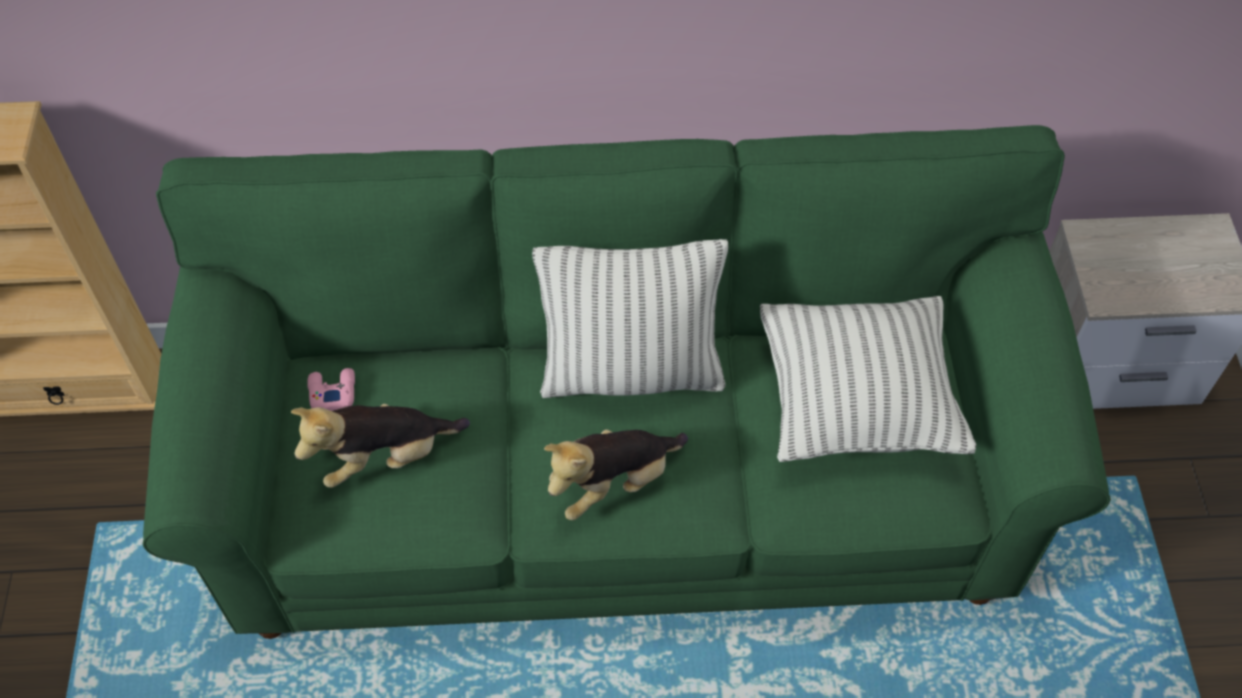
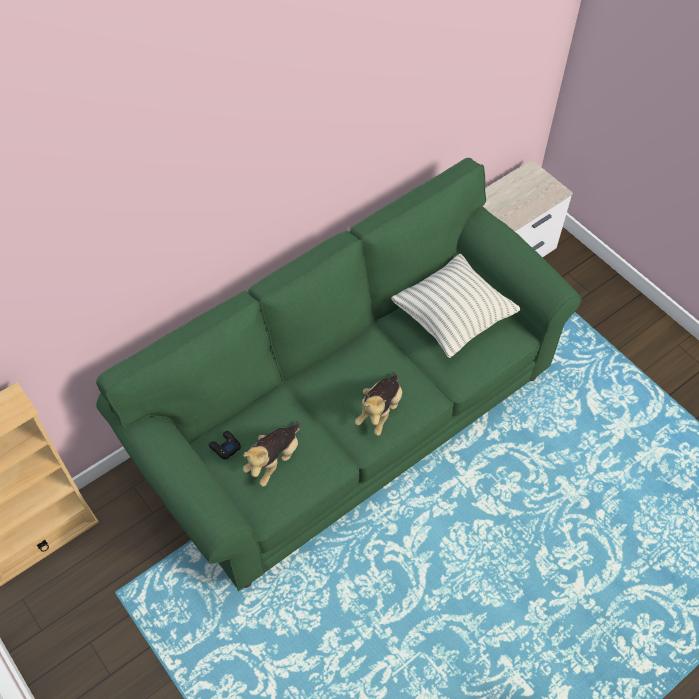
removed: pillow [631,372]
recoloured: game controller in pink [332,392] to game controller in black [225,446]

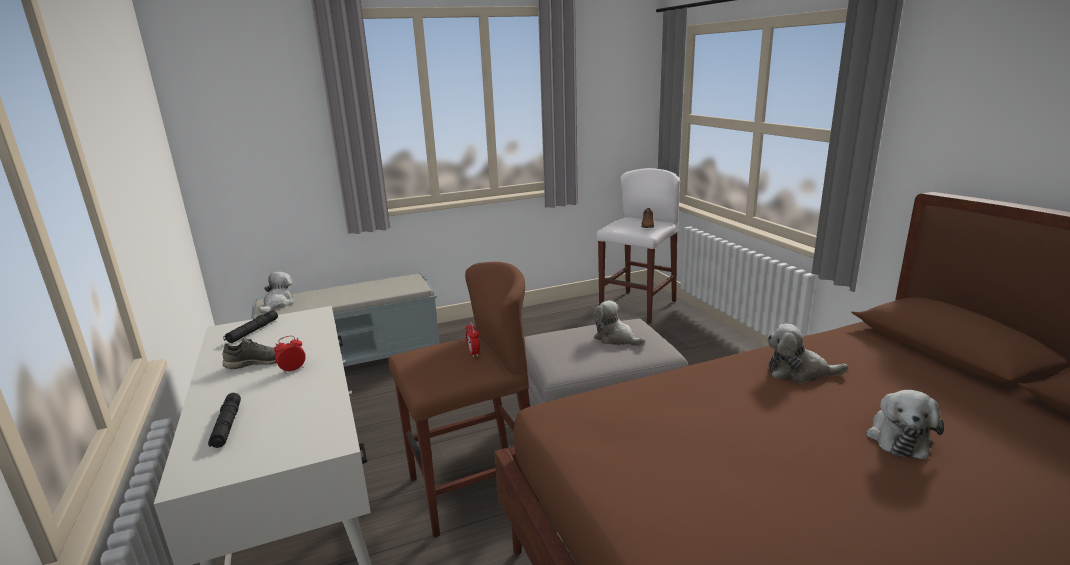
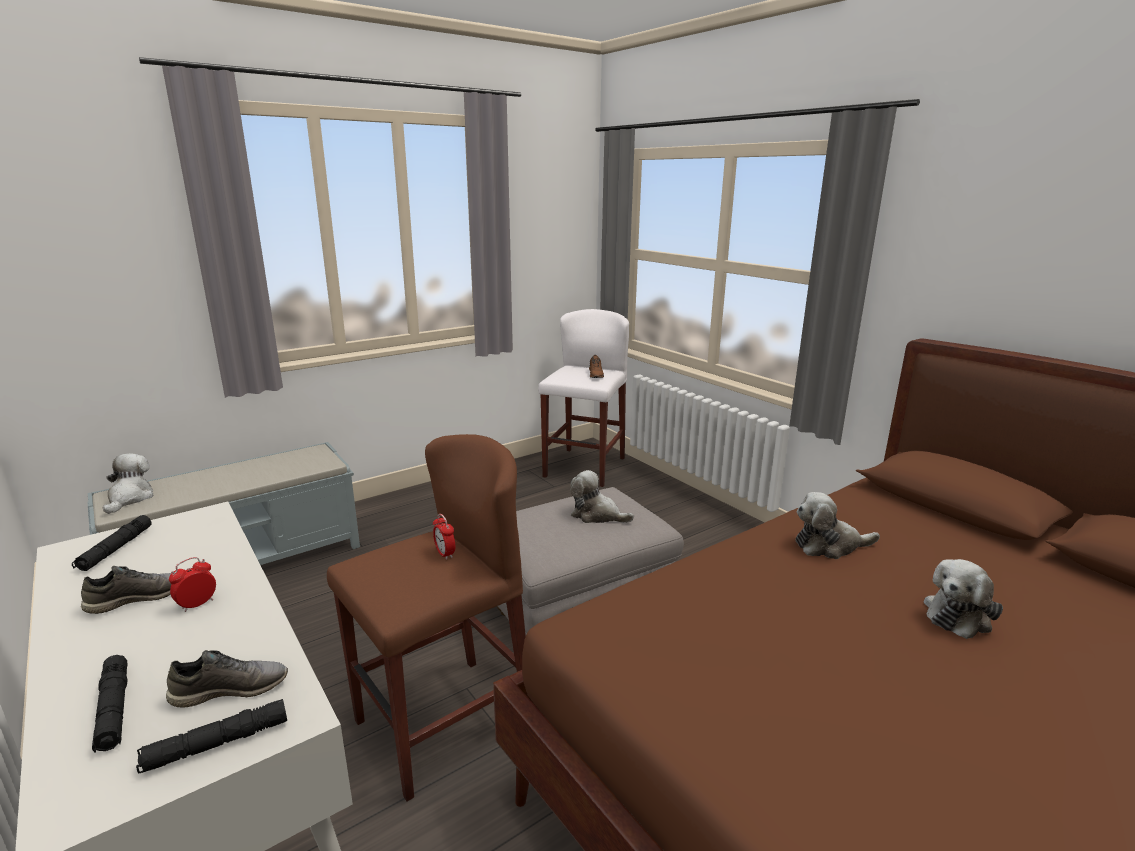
added: flashlight in black [217,744]; shoe in grey [231,689]
turned: plush toy [898,437] = [959,614] 45 degrees clockwise

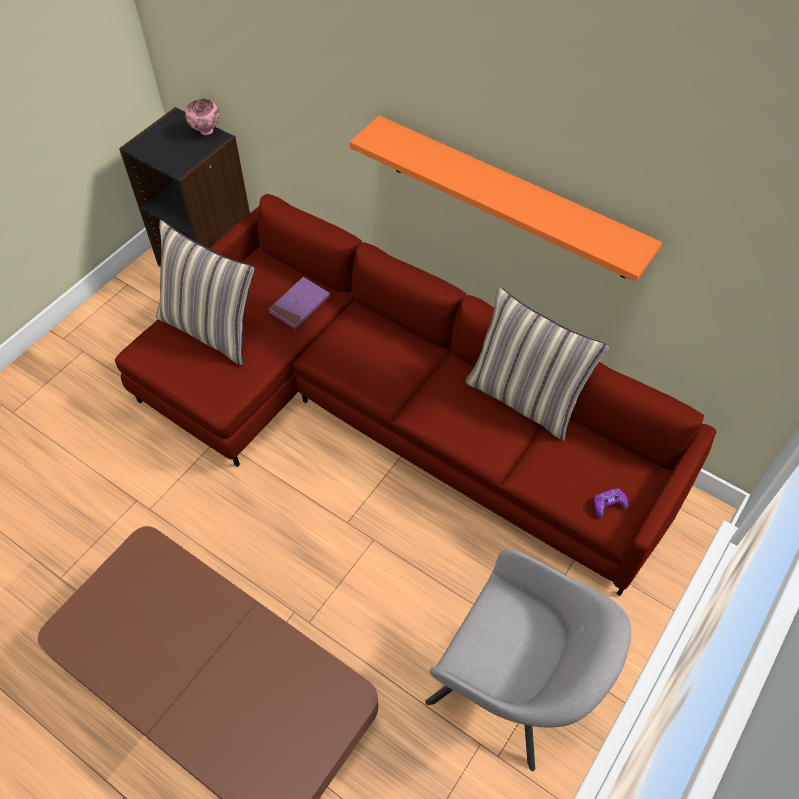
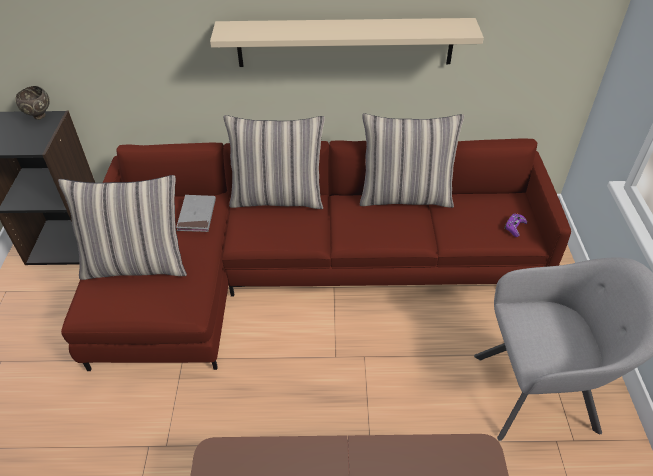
added: pillow [278,197]
recoloured: bowl in pink [206,132] to bowl in brown [39,117]; book in purple [299,305] to book in grey [197,215]; shelf in orange [508,198] to shelf in beige [345,42]

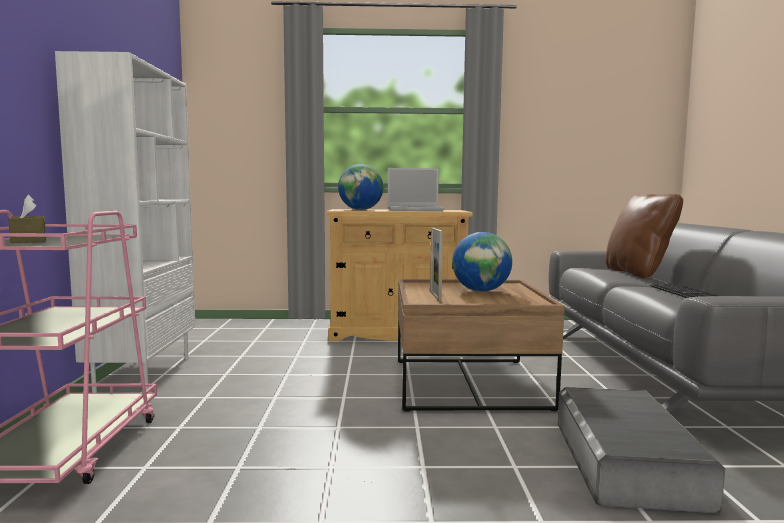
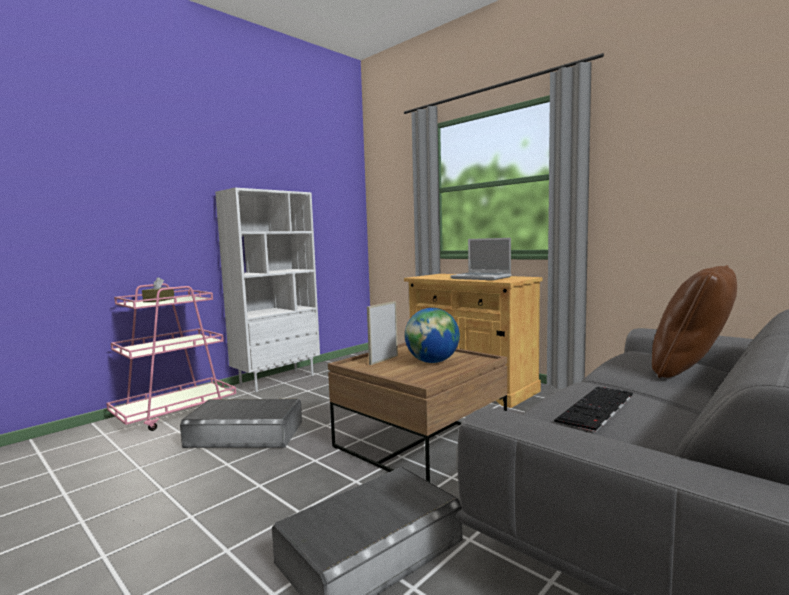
removed: globe [360,210]
added: storage box in grey [245,434]

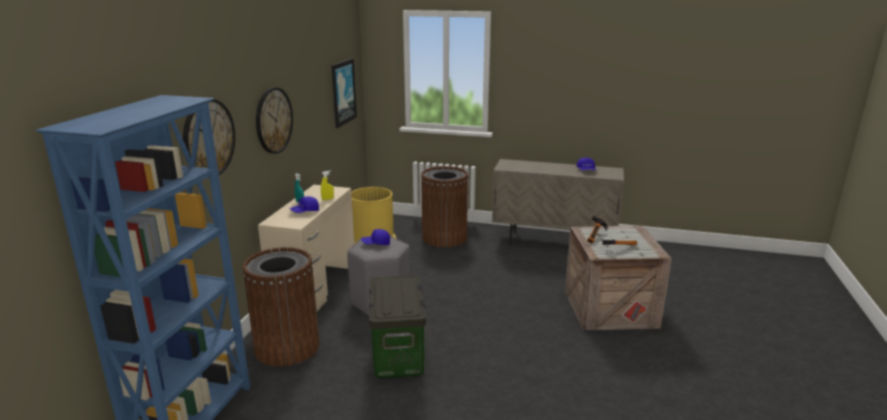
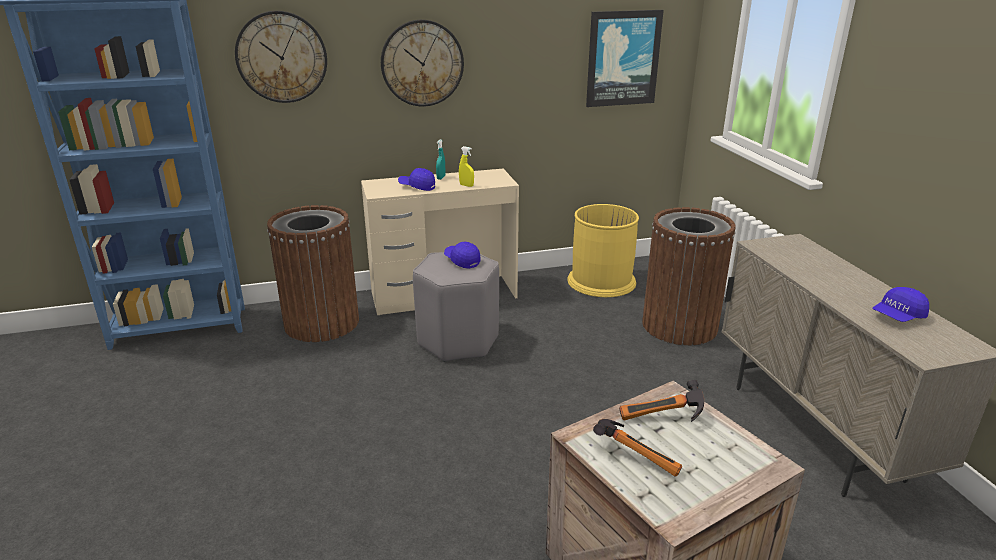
removed: storage box [398,356]

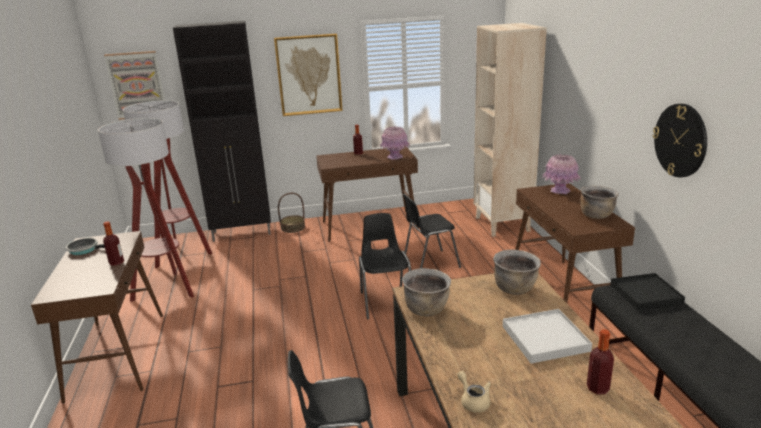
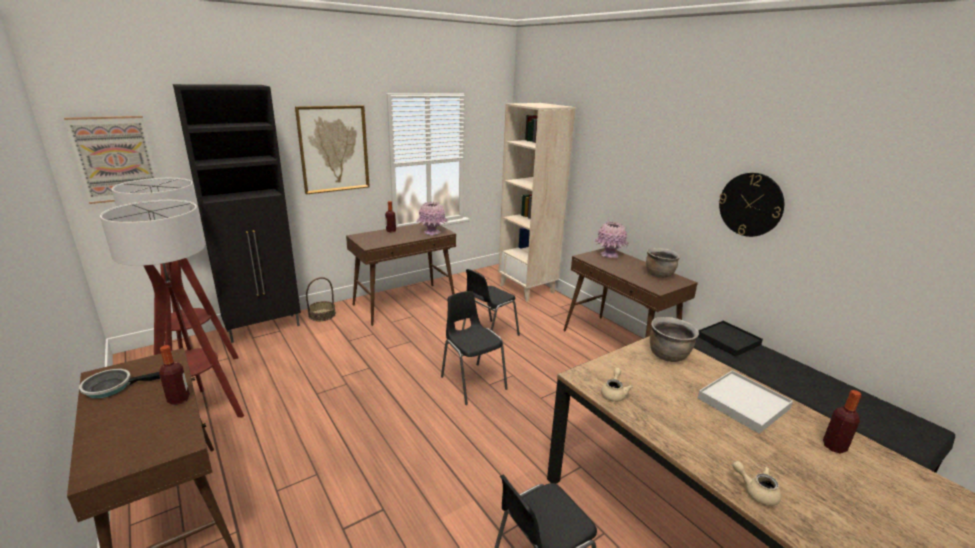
replaced: cooking pot in brown [426,309] to teapot in beige [614,393]

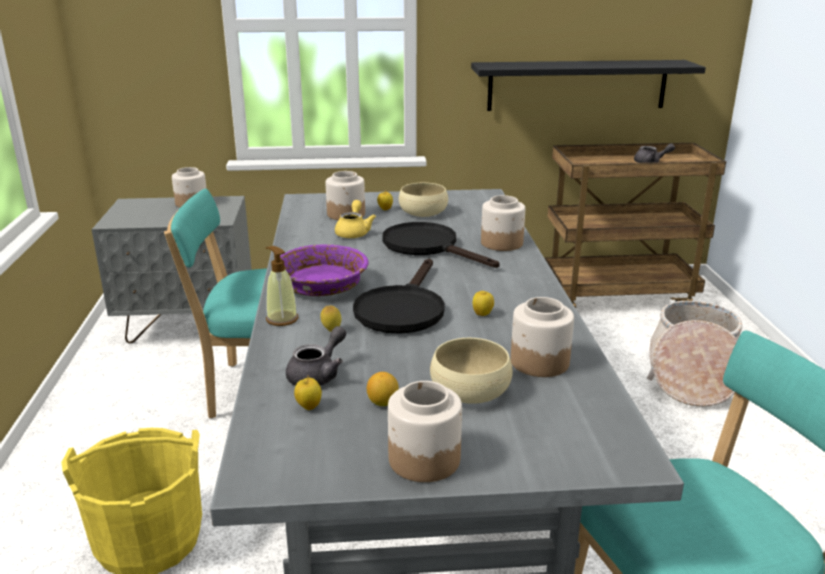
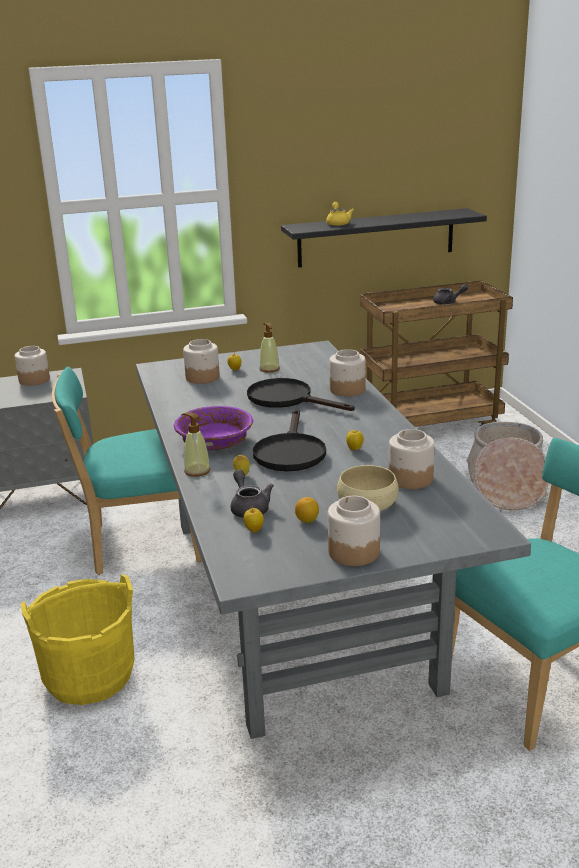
moved: teapot in yellow [354,232] to [338,223]
replaced: bowl in beige [423,212] to soap dispenser [269,369]
turned: teapot in grey [318,375] = [249,508] 45 degrees counterclockwise

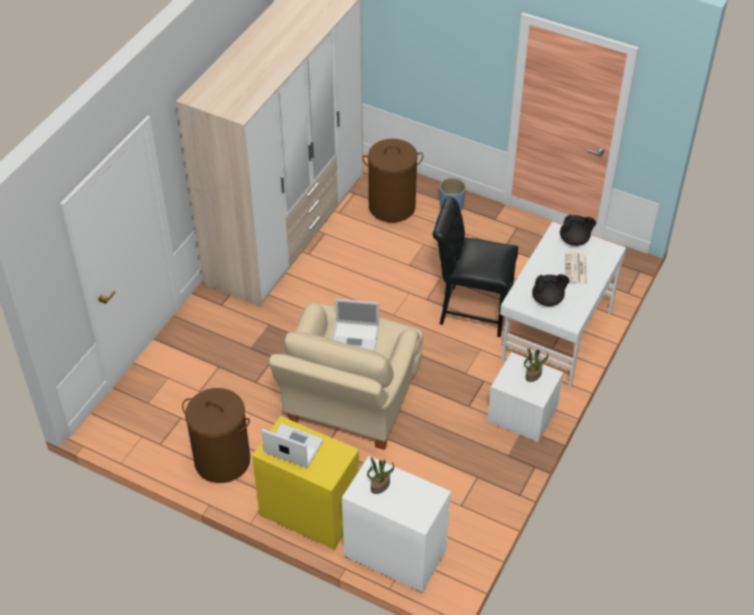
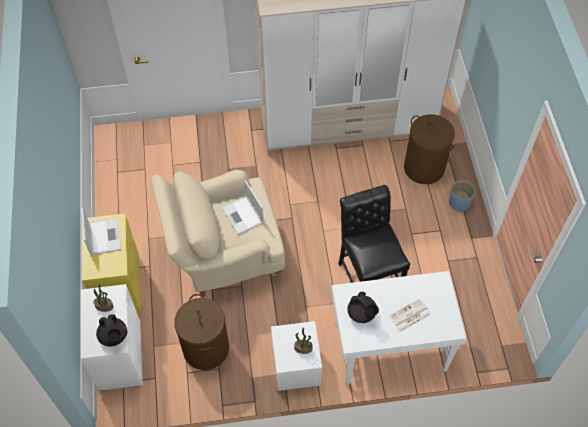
moved: laundry basket in brown [222,460] to [206,348]; teapot in black [575,240] to [114,336]

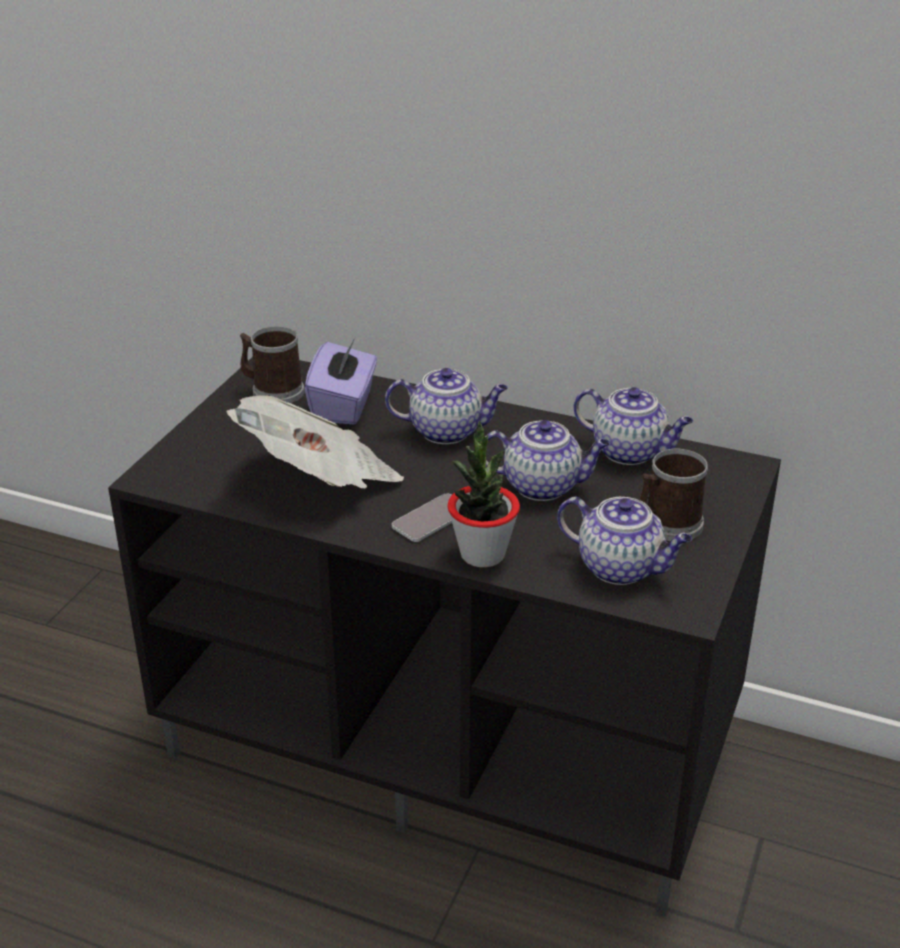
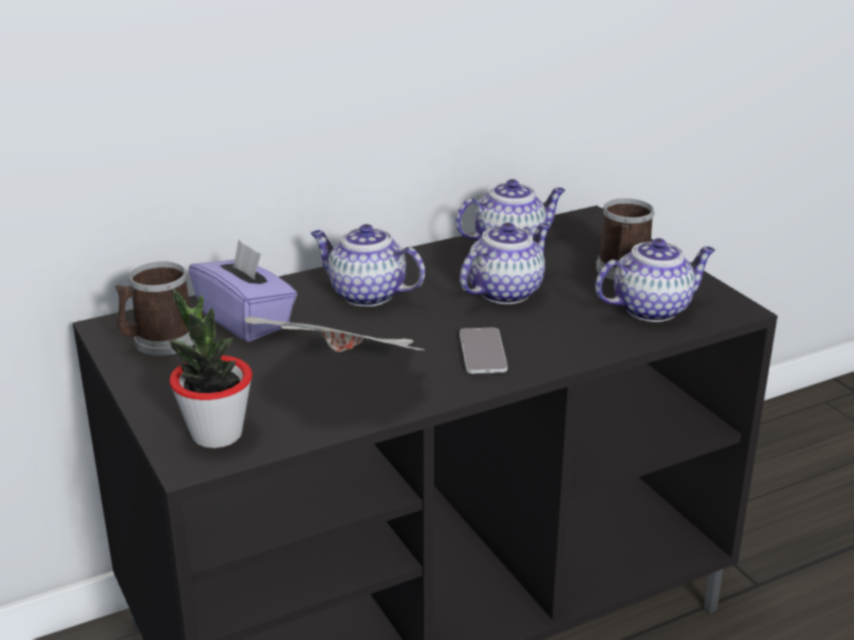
moved: potted plant [482,554] to [216,434]
turned: teapot [447,431] = [365,294] 105 degrees counterclockwise

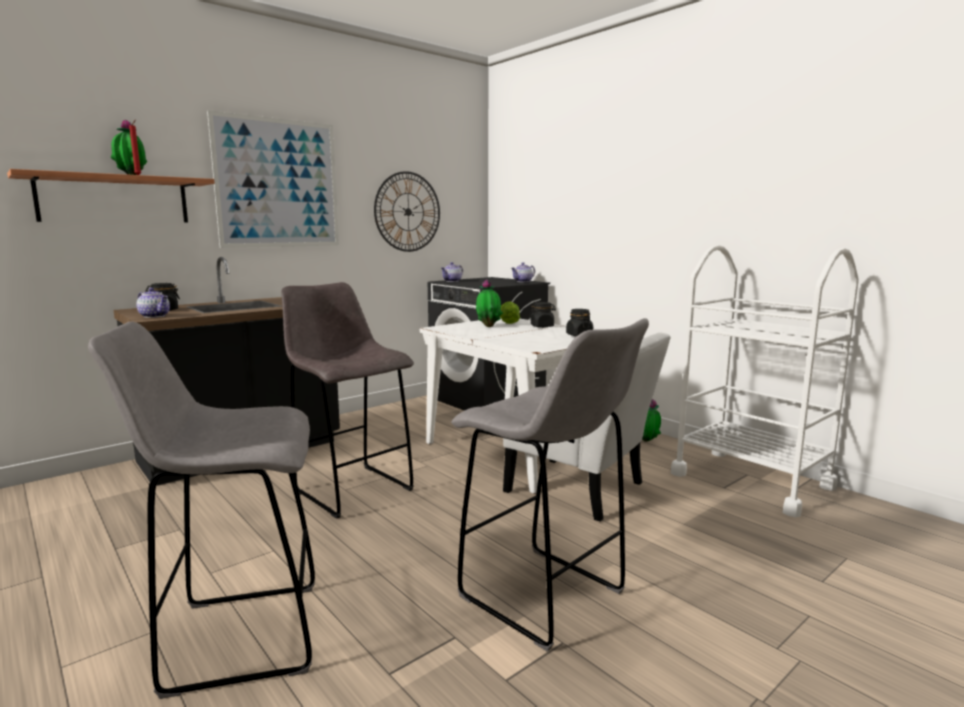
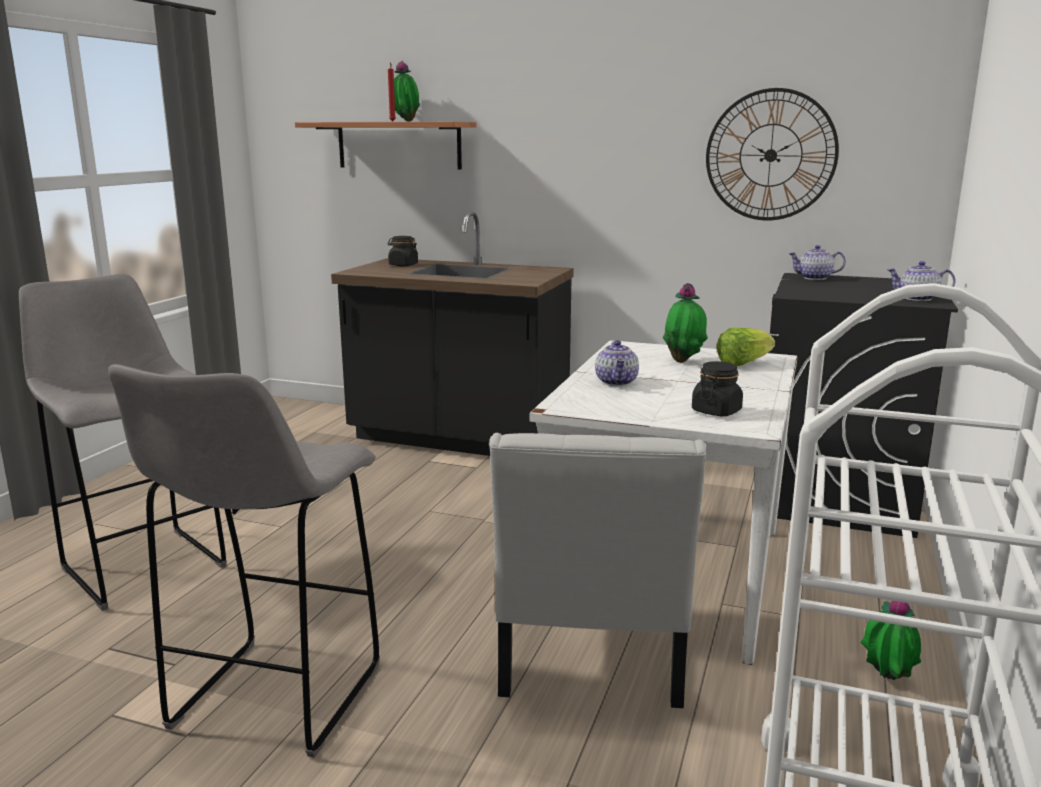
removed: picture [278,183]; stool in grey [351,489]; jar in black [542,326]
moved: teapot [155,316] to [617,382]

